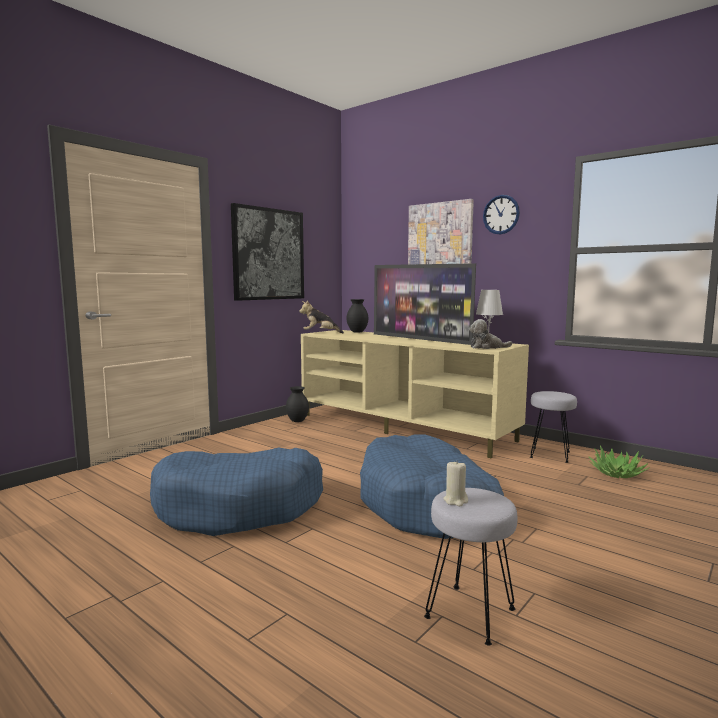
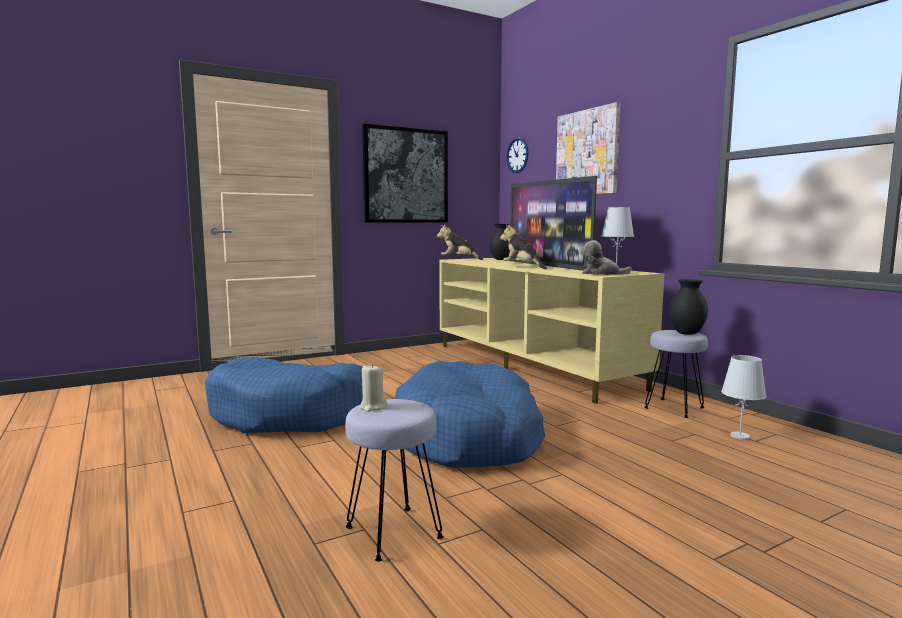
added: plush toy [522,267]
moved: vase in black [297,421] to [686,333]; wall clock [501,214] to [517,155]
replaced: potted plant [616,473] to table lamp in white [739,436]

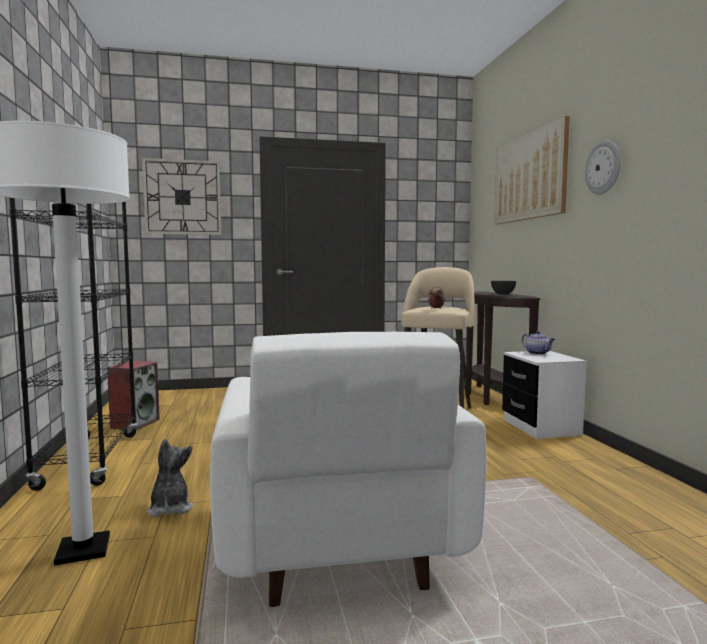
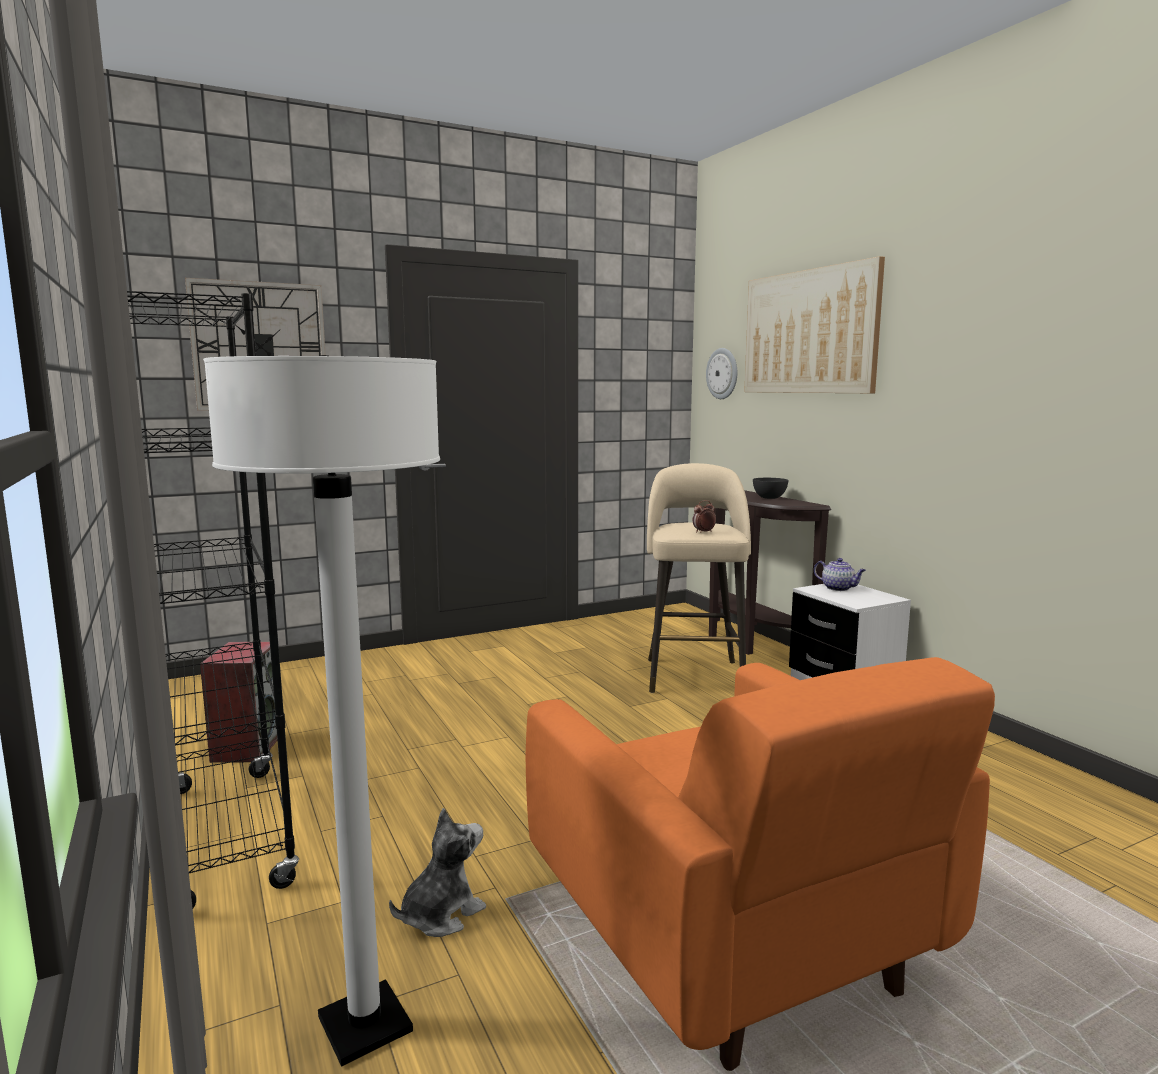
moved: wall clock [603,168] to [722,373]
recoloured: armchair in white [336,545] to armchair in orange [732,940]
turned: plush toy [170,508] = [441,914] 75 degrees clockwise

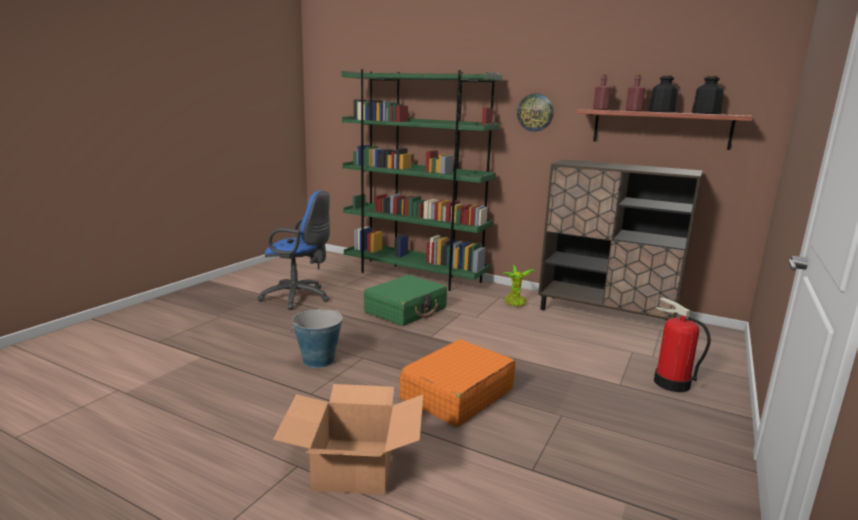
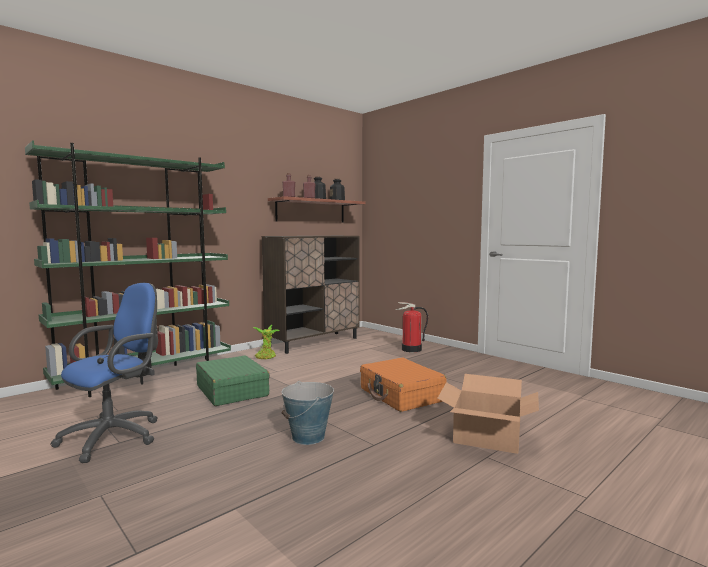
removed: wall clock [535,112]

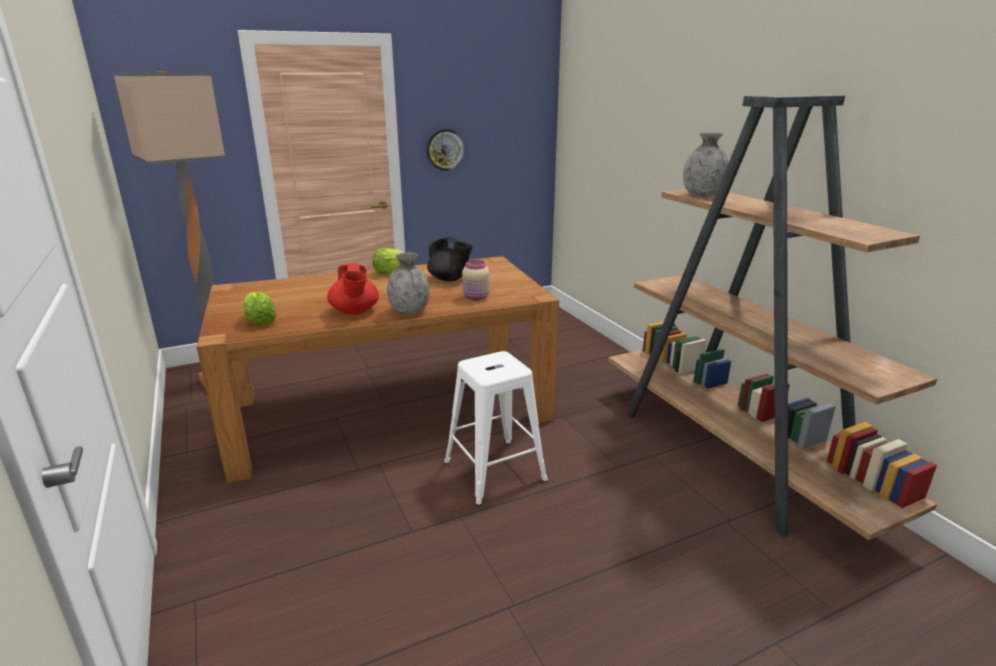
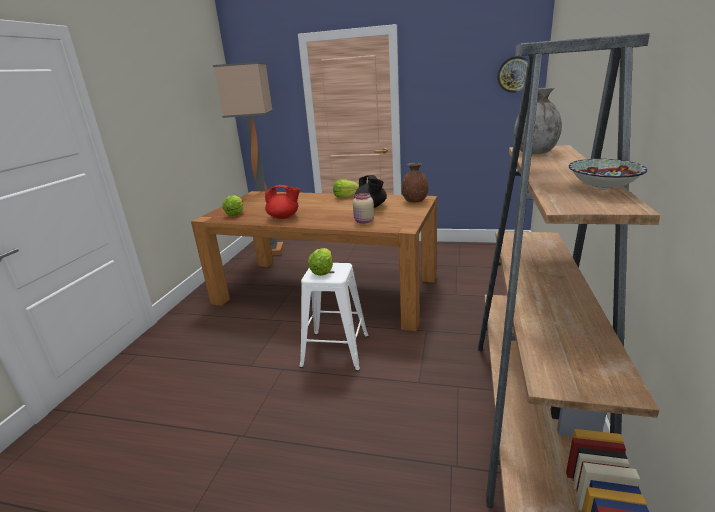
removed: vase in grey [410,311]
added: lettuce [322,271]; vase in brown [414,201]; bowl [603,188]
moved: wall clock [445,149] to [514,74]
turned: teapot in red [355,312] = [284,217] 105 degrees counterclockwise

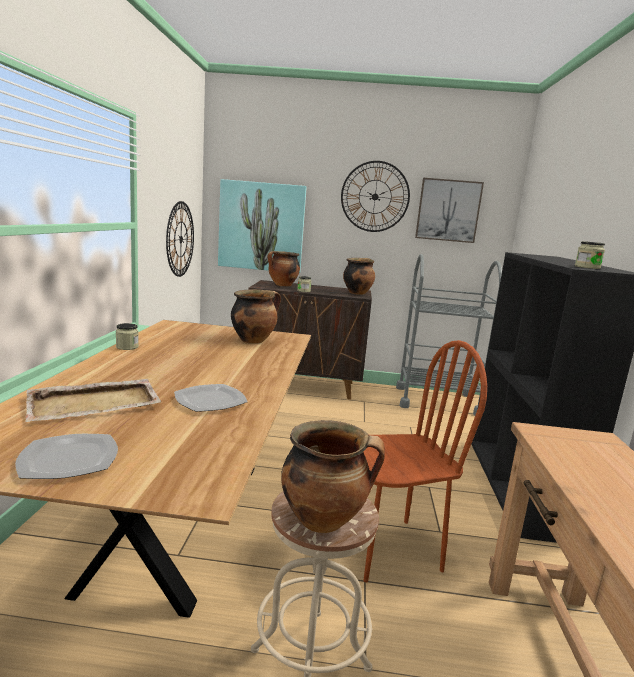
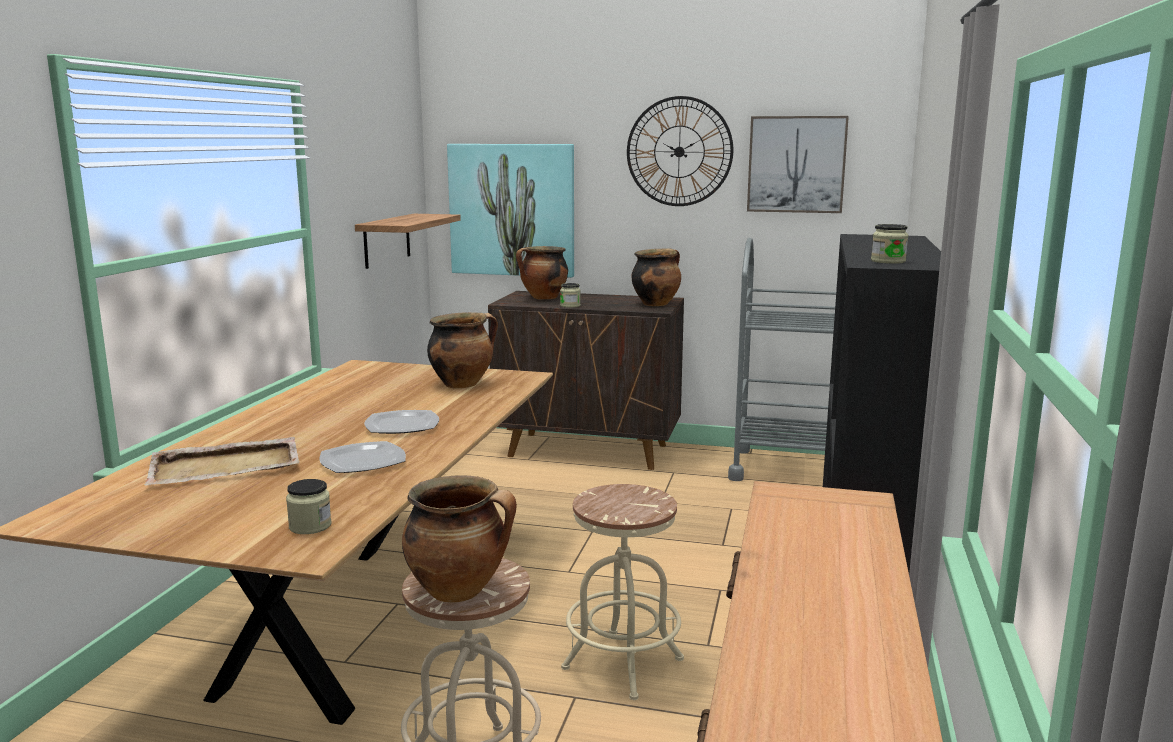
moved: plate [68,459] to [401,425]; jar [127,347] to [310,526]
replaced: wall clock [180,239] to shelf [387,240]; chair in brown [388,549] to stool in beige [623,664]

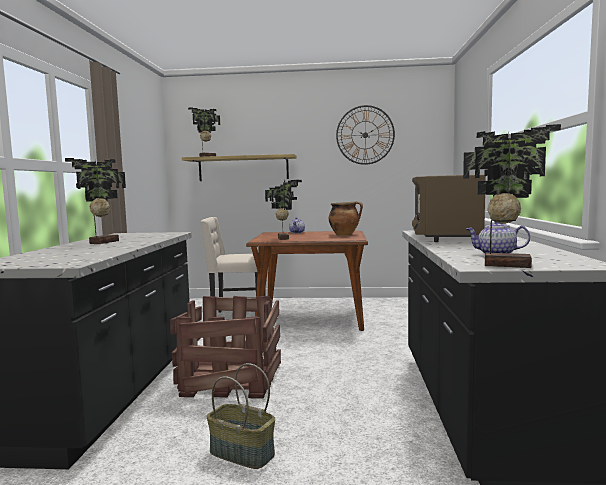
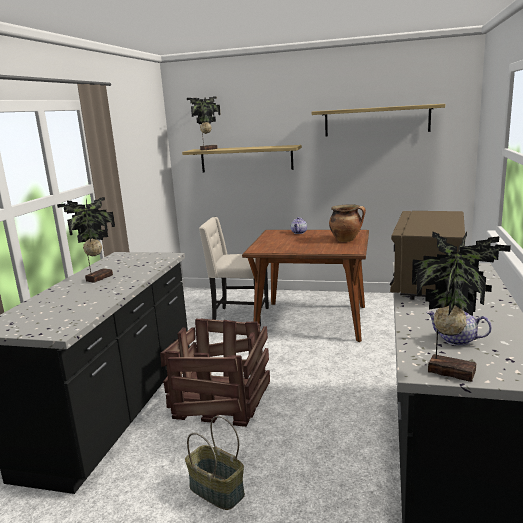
removed: potted plant [284,238]
replaced: wall clock [365,135] to shelf [376,120]

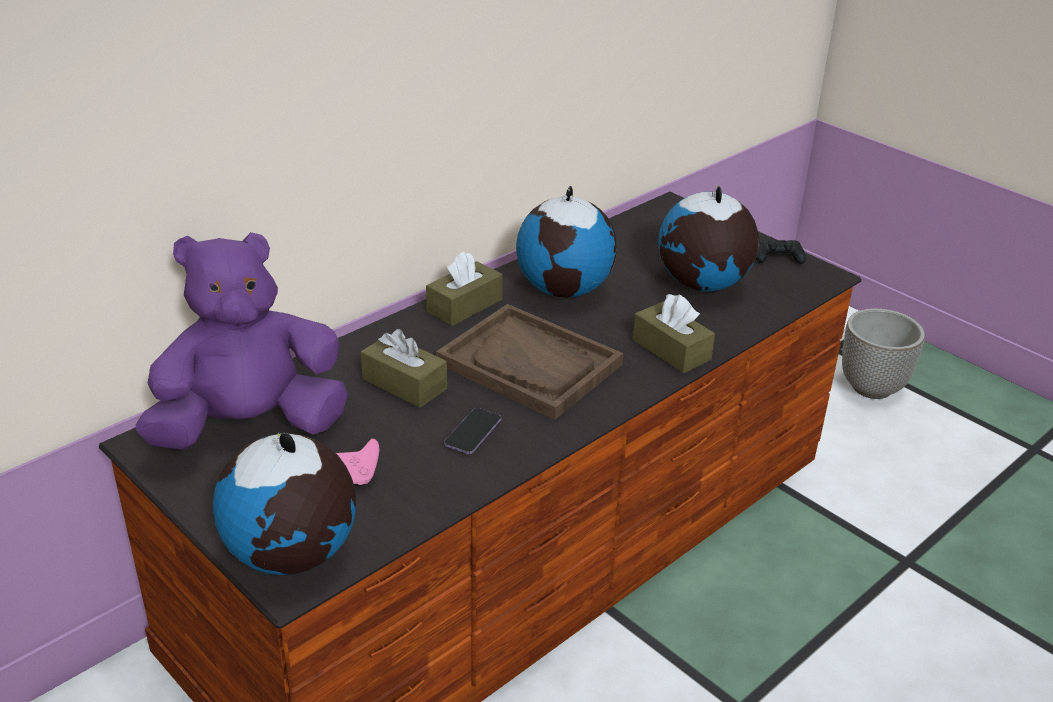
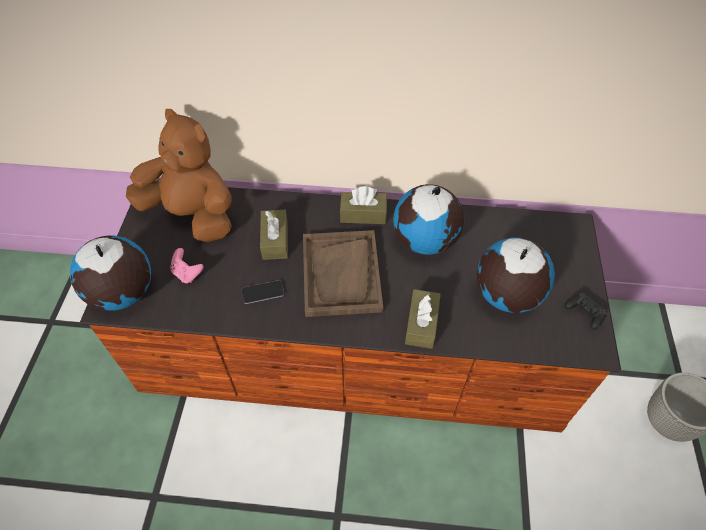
recoloured: plush toy in purple [250,427] to plush toy in brown [192,215]

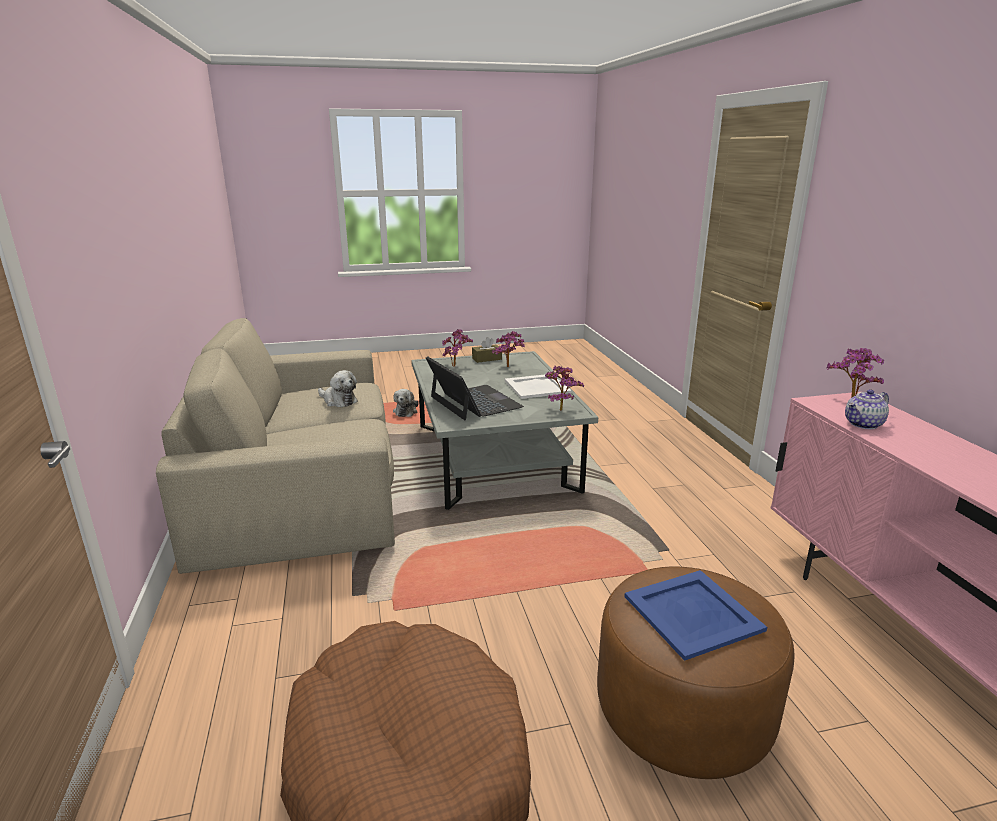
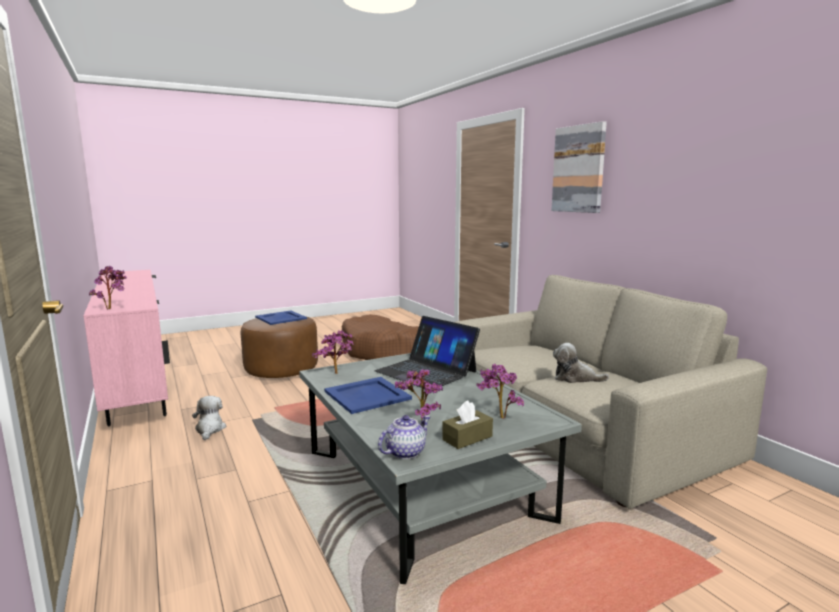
added: picture [579,169]
moved: plush toy [406,411] to [210,429]; teapot [863,424] to [405,452]
recoloured: tray in white [536,386] to tray in blue [368,395]

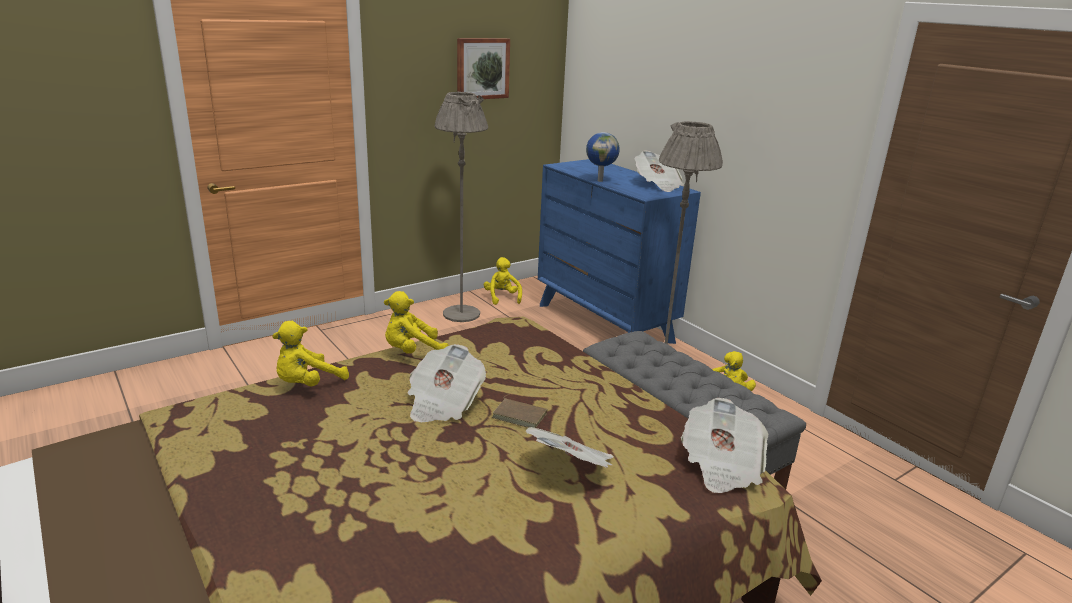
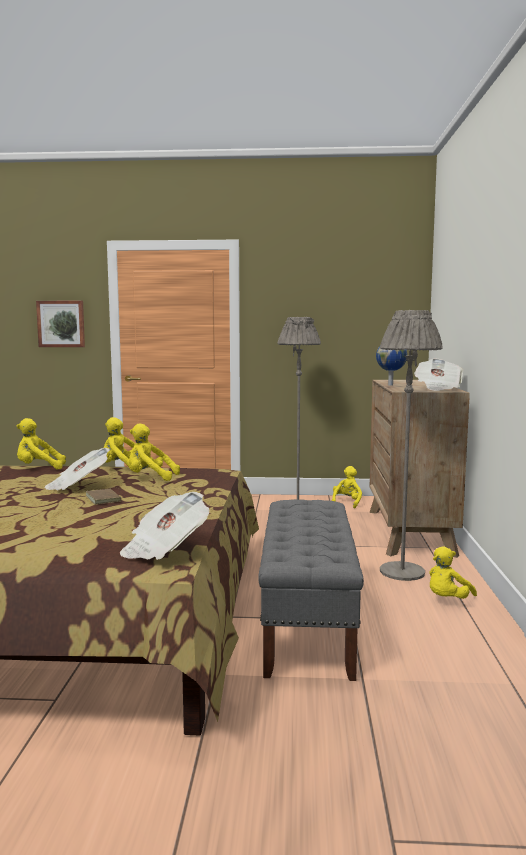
removed: newspaper [572,467]
added: plush toy in yellow [150,478]
moved: picture [482,68] to [61,324]
recoloured: dresser in blue [604,323] to dresser in brown [409,532]

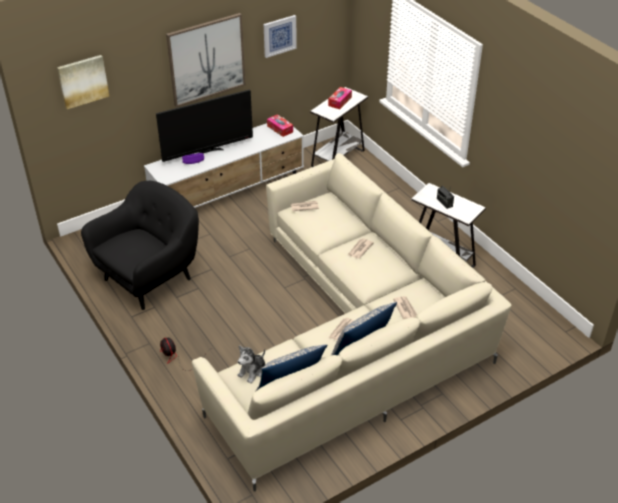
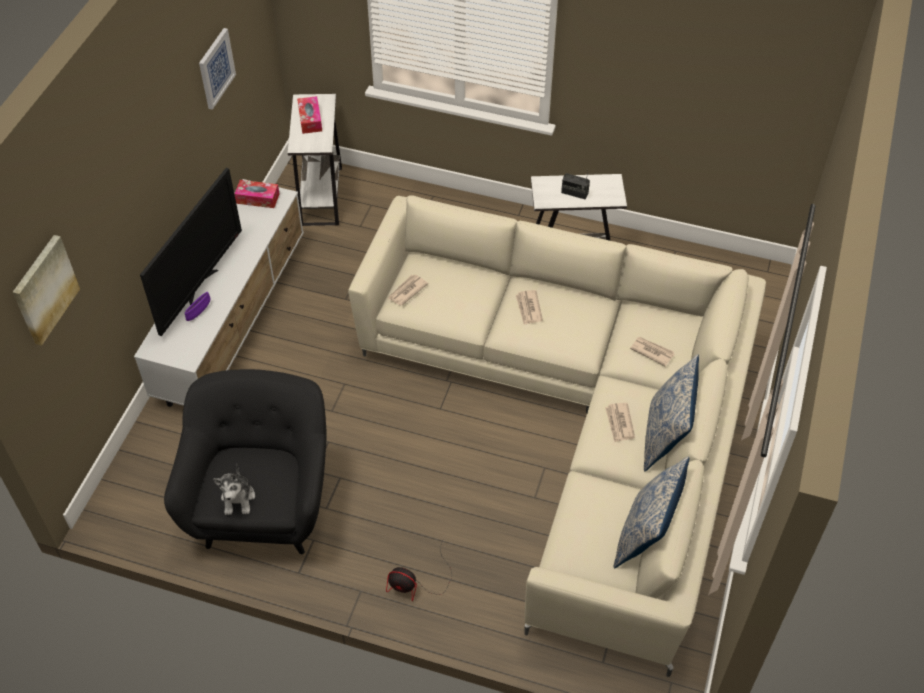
removed: picture [206,59]
moved: plush toy [252,371] to [238,498]

